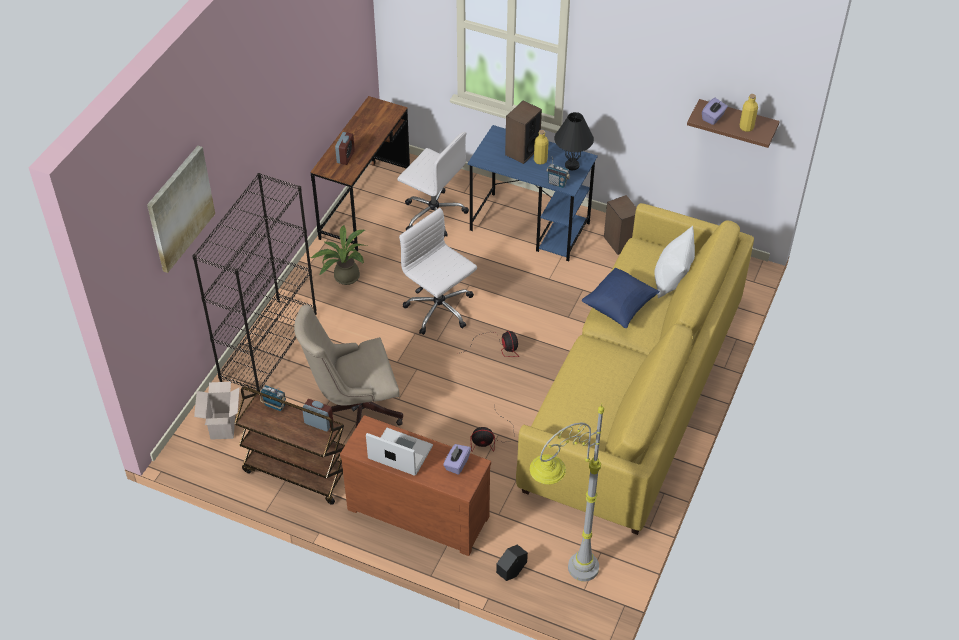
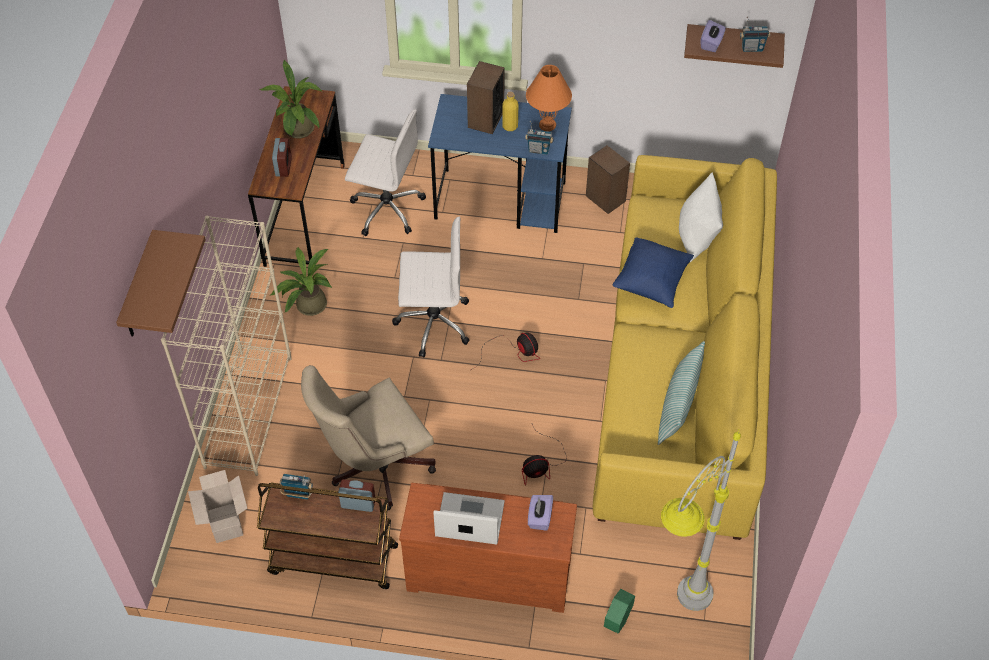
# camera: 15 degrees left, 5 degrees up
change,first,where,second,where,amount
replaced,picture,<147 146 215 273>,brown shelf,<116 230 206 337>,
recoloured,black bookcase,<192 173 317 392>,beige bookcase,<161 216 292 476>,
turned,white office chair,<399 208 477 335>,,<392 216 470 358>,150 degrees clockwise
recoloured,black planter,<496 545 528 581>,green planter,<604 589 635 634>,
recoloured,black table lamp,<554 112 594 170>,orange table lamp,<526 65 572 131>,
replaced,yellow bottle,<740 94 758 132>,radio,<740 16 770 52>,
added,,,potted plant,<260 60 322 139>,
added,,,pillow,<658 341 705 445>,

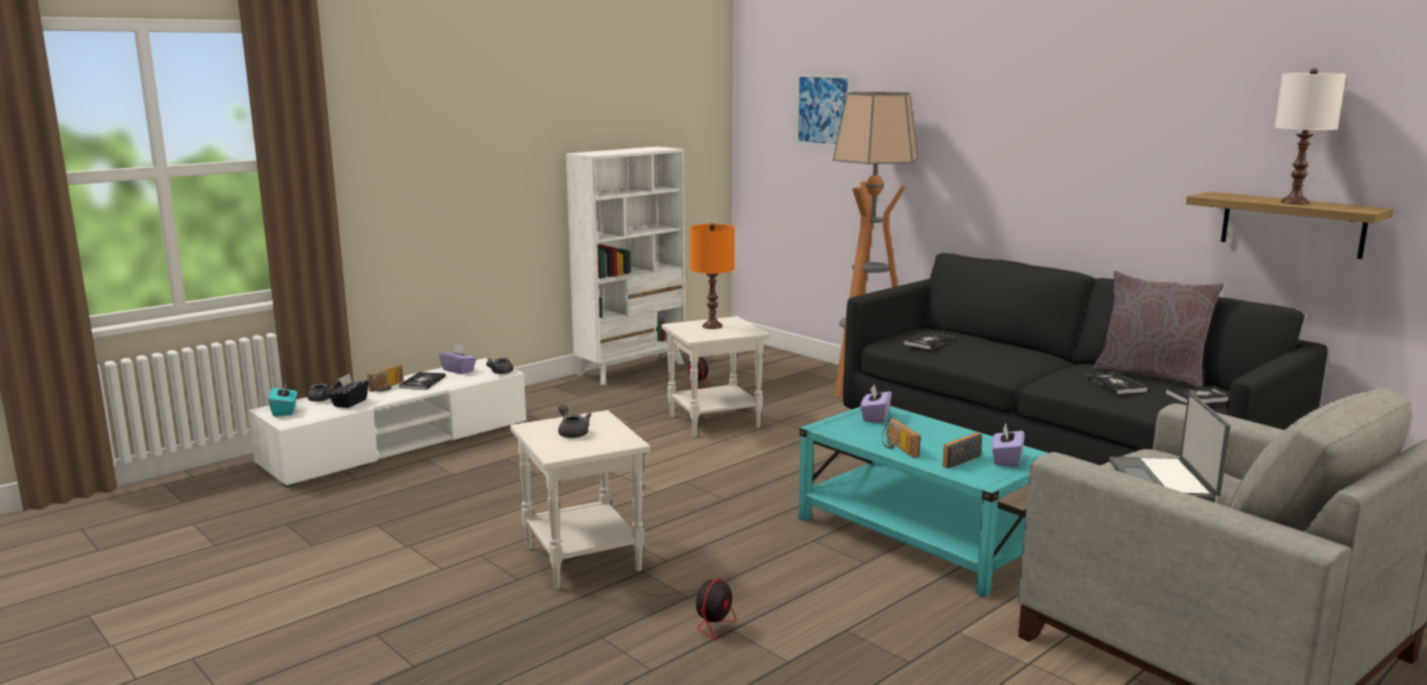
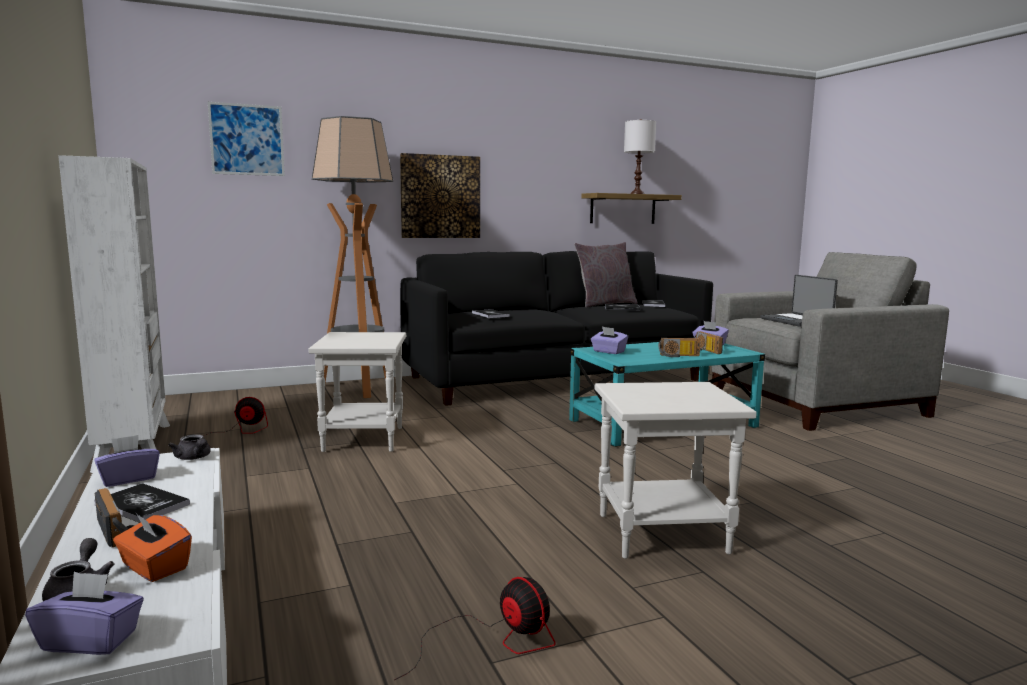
# camera: 70 degrees left, 5 degrees down
change,first,where,second,where,amount
recoloured,turquoise tissue box,<268 383 297 416>,purple tissue box,<25 572 144 655>,
recoloured,black tissue box,<328 374 369 408>,orange tissue box,<113 512 192 582>,
removed,grey teapot,<558 404 592 438>,,,
moved,fan,<642 578 736 640>,,<394 577 556 680>,
removed,orange table lamp,<690 223 735 329>,,,
turned,laptop,<1109 393 1230 502>,,<760 275 838 327>,45 degrees clockwise
added,,,picture,<400 153 480 238>,

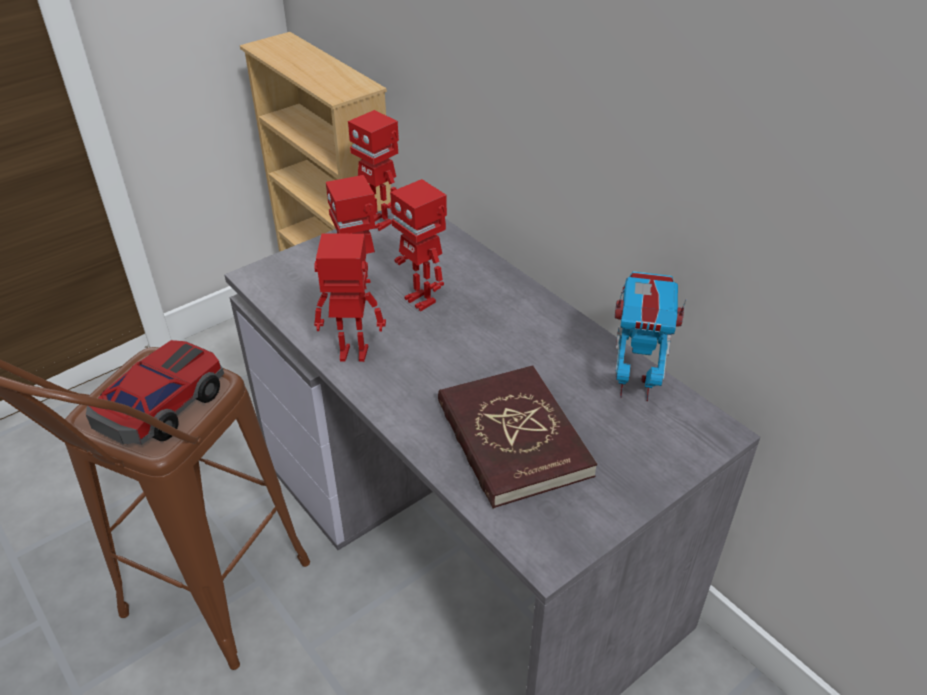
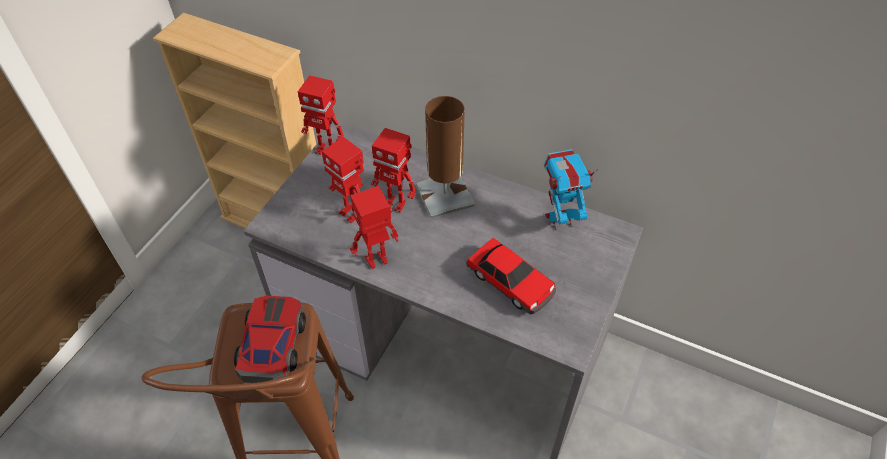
# camera: 25 degrees left, 10 degrees up
change,first,where,second,where,amount
replaced,red book,<438 365 597 509>,toy car,<466 238 556 314>,
added,,,brown table lamp,<416 96 475 218>,

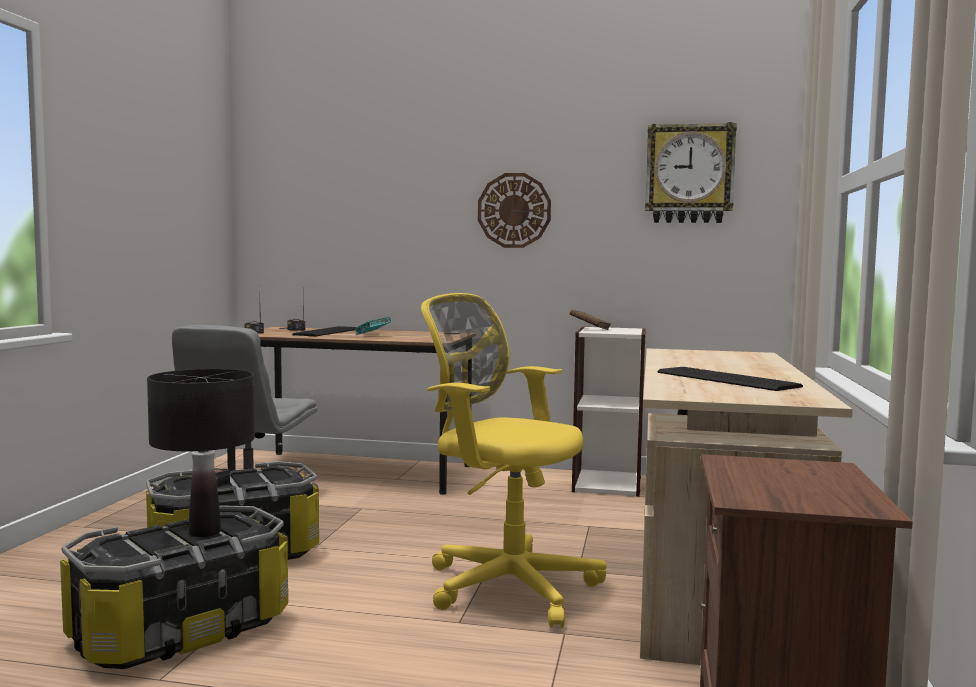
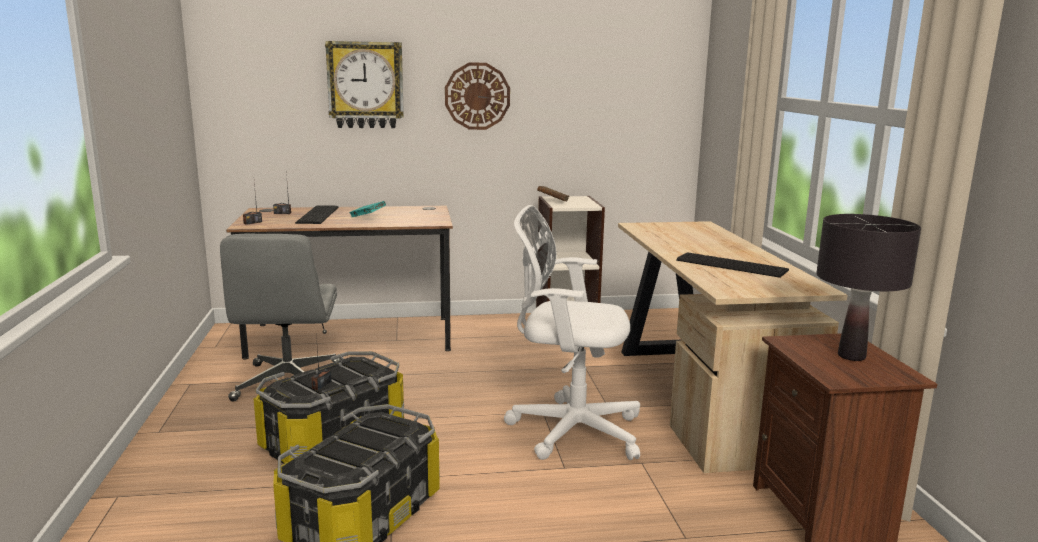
# camera: 20 degrees left, 10 degrees up
change,first,where,second,where,amount
moved,black table lamp,<147 369 255 537>,,<816 214 921 361>,
recoloured,yellow office chair,<421 293 607 628>,white office chair,<504 205 640 460>,
moved,wall clock,<645 122 737 223>,,<325 41 404 128>,

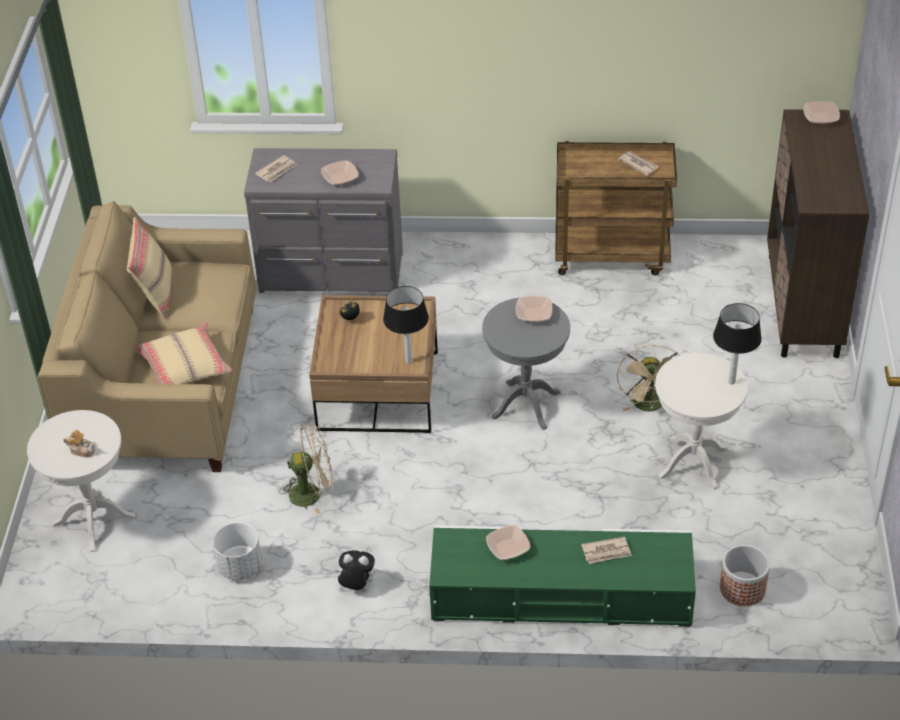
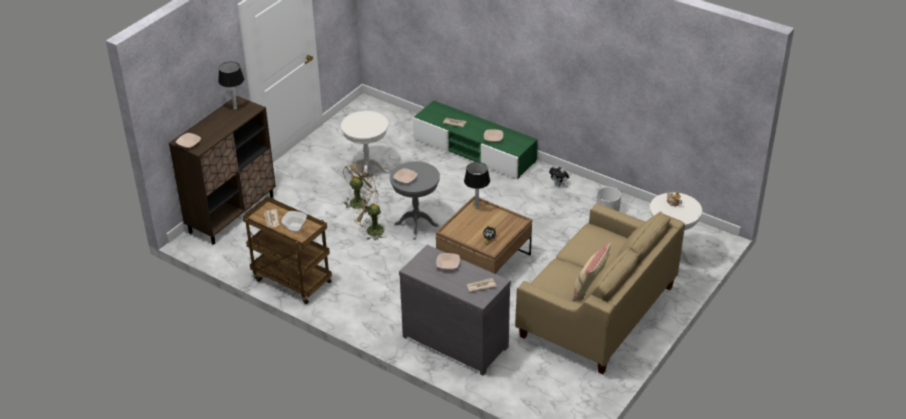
# camera: 150 degrees left, 5 degrees down
change,first,where,second,where,amount
removed,beige pillow,<133 322 233 384>,,,
moved,beige fan,<279 424 333 514>,,<354 188 387 240>,
moved,table lamp,<713 303 762 384>,,<218 62 244 109>,
removed,planter,<720 545 770 606>,,,
added,,,bowl,<281 211 307 232>,

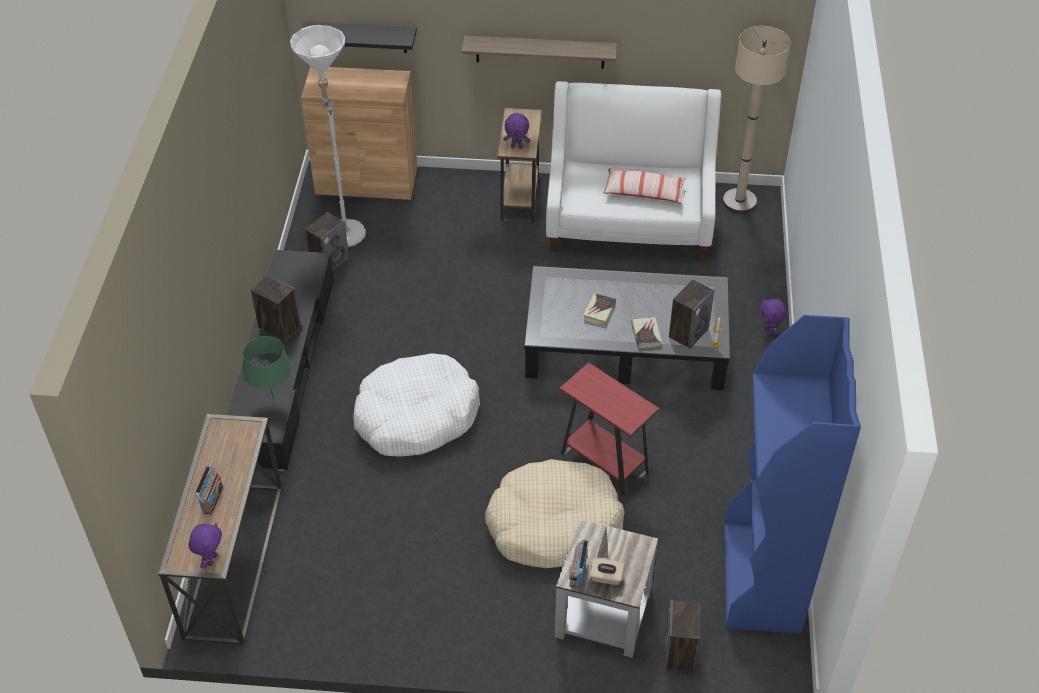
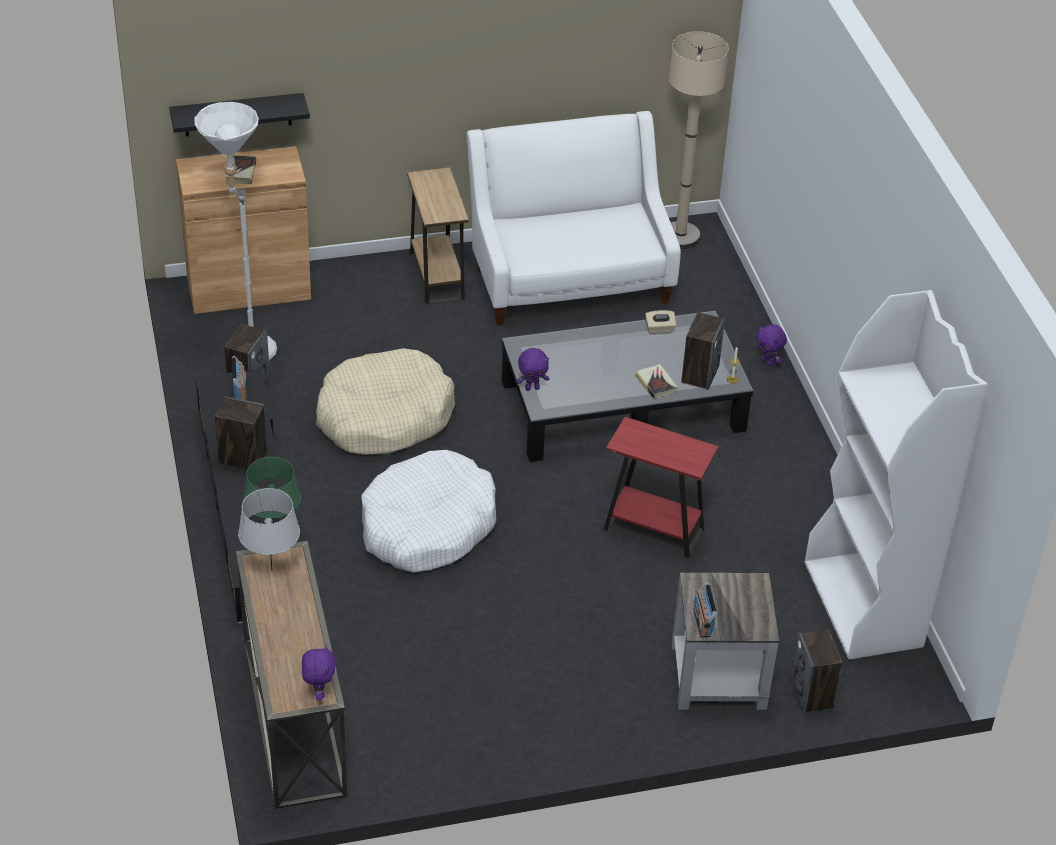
# camera: 20 degrees left, 5 degrees down
change,first,where,second,where,amount
moved,radio,<195 465 223 515>,,<232 356 247 400>,
removed,shelf,<461 36 617 69>,,,
moved,beige dog bed,<485 459 625 568>,,<316 348 455 455>,
moved,purple plush toy,<503 113 530 149>,,<516 348 549 391>,
moved,book,<583 293 616 326>,,<225 155 256 184>,
moved,beige tissue box,<590 558 624 585>,,<645 310 676 334>,
removed,pillow,<604 168 686 204>,,,
recoloured,blue bookcase,<724 315 861 634>,white bookcase,<804 290 988 660>,
added,,,grey table lamp,<238 488 300 571>,

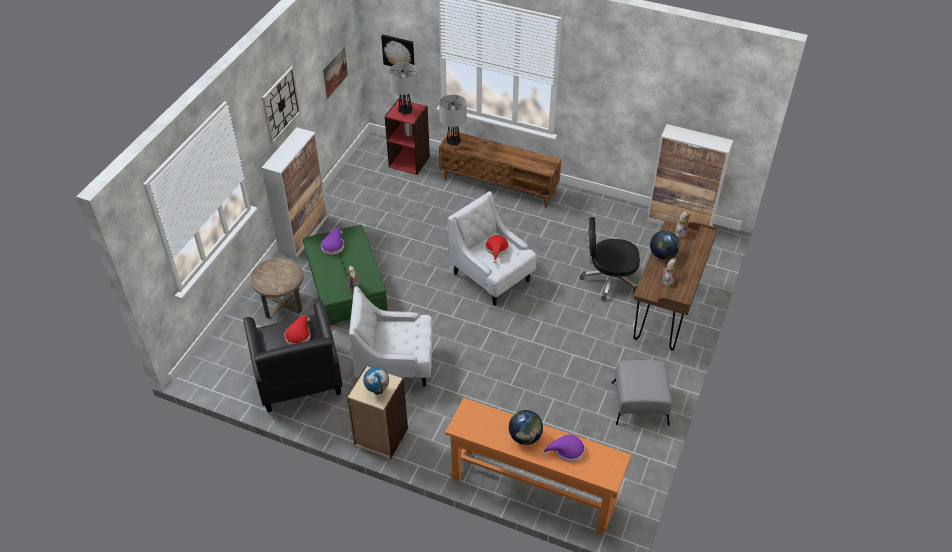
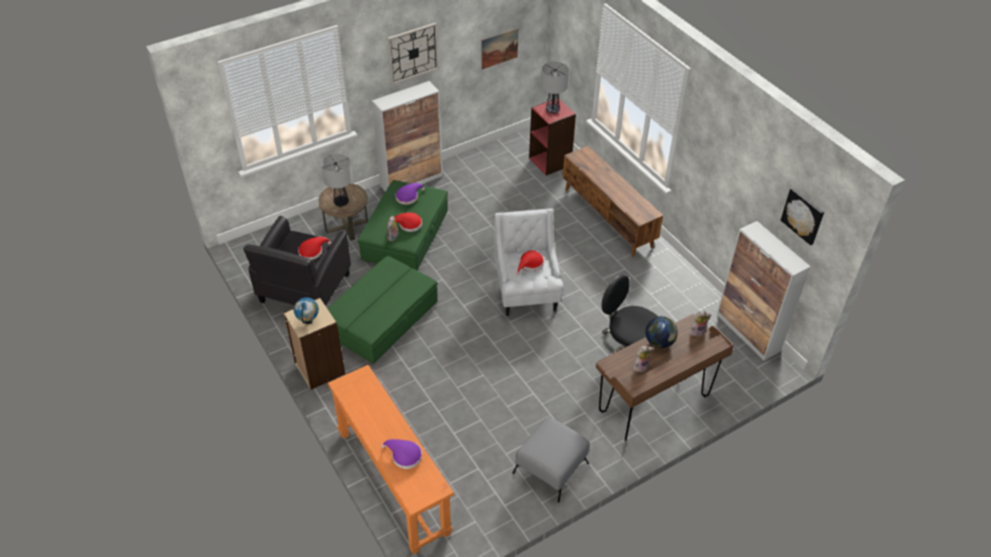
# camera: 35 degrees right, 0 degrees up
change,first,where,second,where,amount
replaced,white armchair,<349 287 433 387>,green ottoman,<327 256 438 364>,
moved,picture,<381 34 415 66>,,<781 188 824 245>,
moved,table lamp,<439 94 467 146>,,<321 153 353 207>,
removed,globe,<509 410 543 445>,,,
added,,,red hat,<394 212 422 232>,

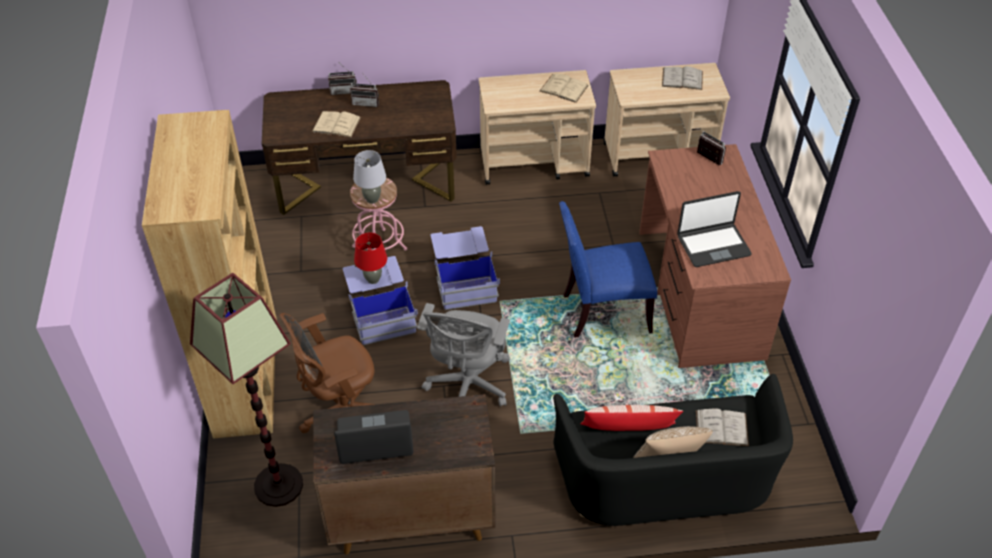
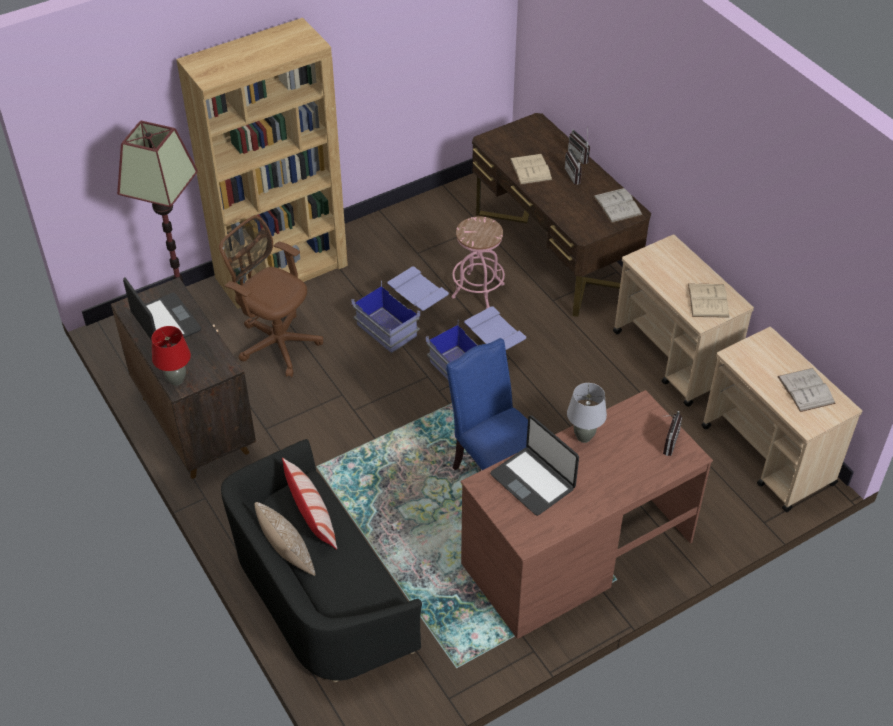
# camera: 65 degrees right, 0 degrees up
change,first,where,second,where,amount
moved,grey table lamp,<353 150 386 204>,,<567 383 607 443>,
moved,red table lamp,<354 233 387 284>,,<151 326 191 385>,
removed,grey office chair,<417 303 510 407>,,,
moved,white book,<696 408 749 446>,,<593 188 642 223>,

